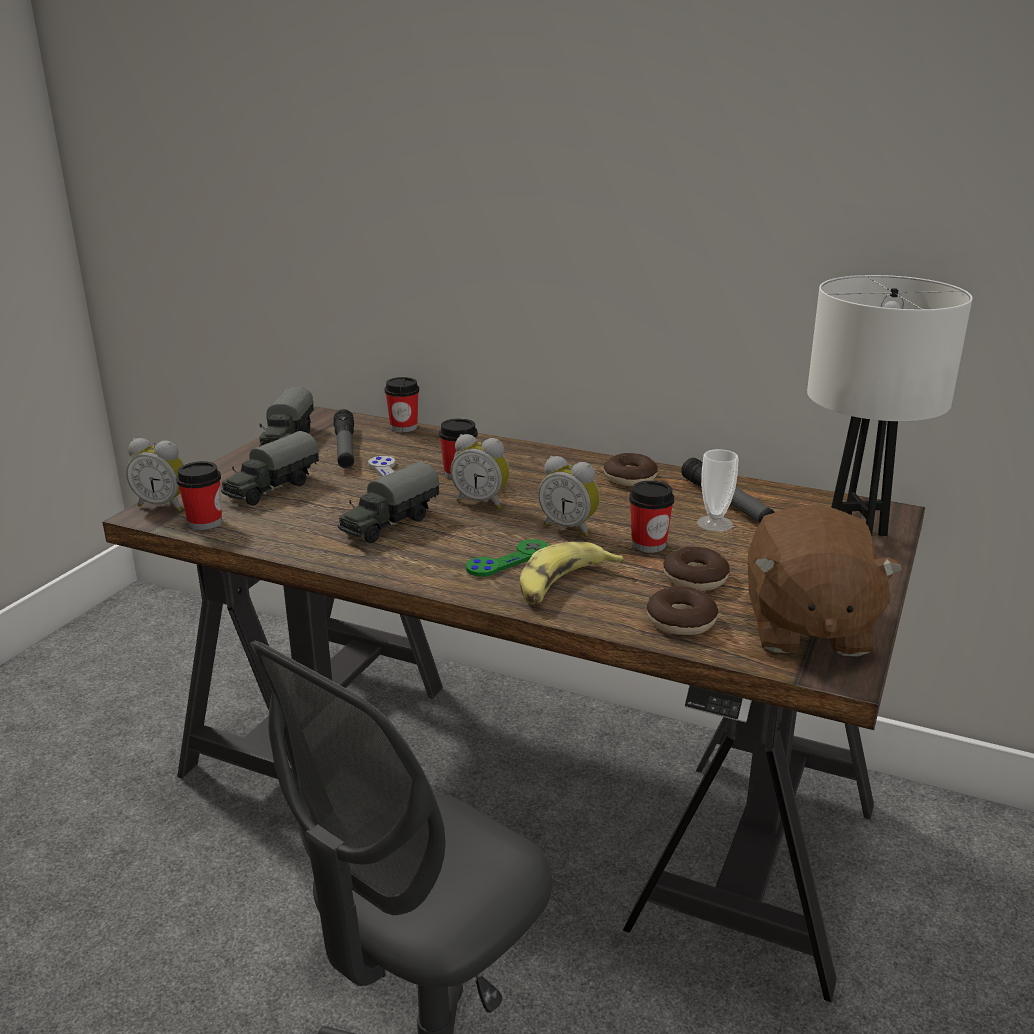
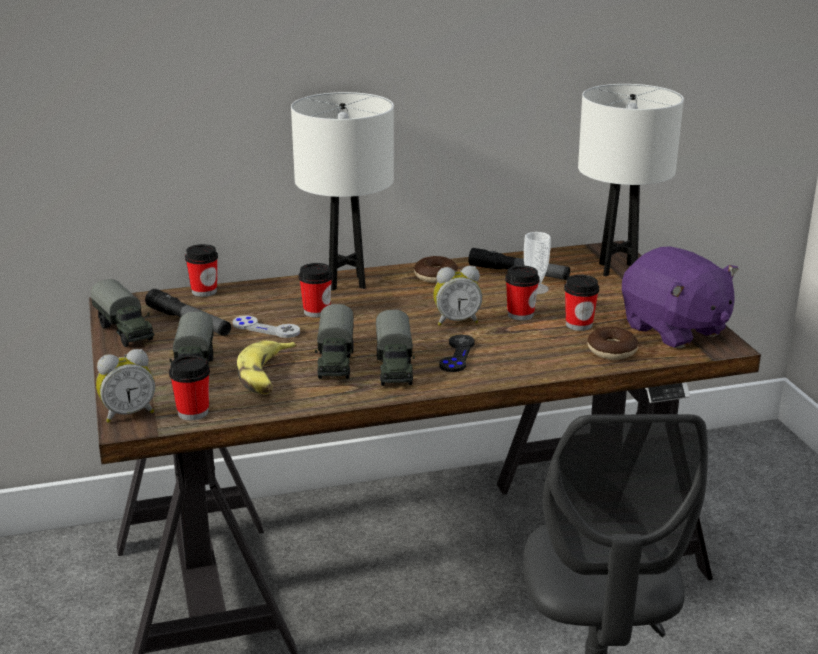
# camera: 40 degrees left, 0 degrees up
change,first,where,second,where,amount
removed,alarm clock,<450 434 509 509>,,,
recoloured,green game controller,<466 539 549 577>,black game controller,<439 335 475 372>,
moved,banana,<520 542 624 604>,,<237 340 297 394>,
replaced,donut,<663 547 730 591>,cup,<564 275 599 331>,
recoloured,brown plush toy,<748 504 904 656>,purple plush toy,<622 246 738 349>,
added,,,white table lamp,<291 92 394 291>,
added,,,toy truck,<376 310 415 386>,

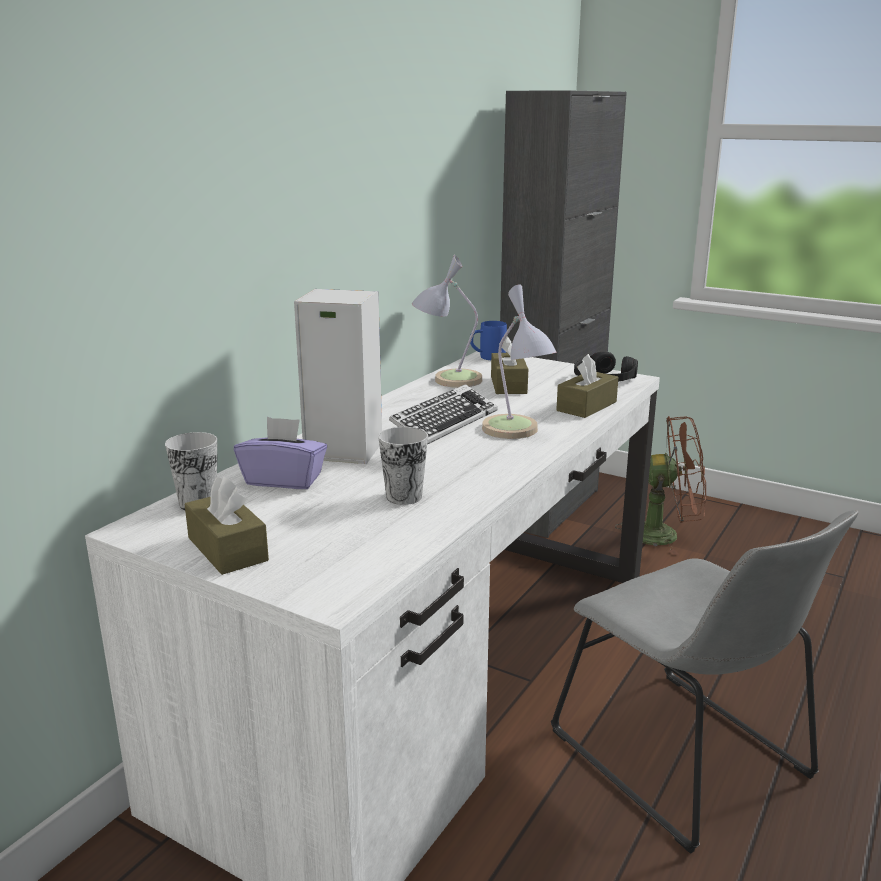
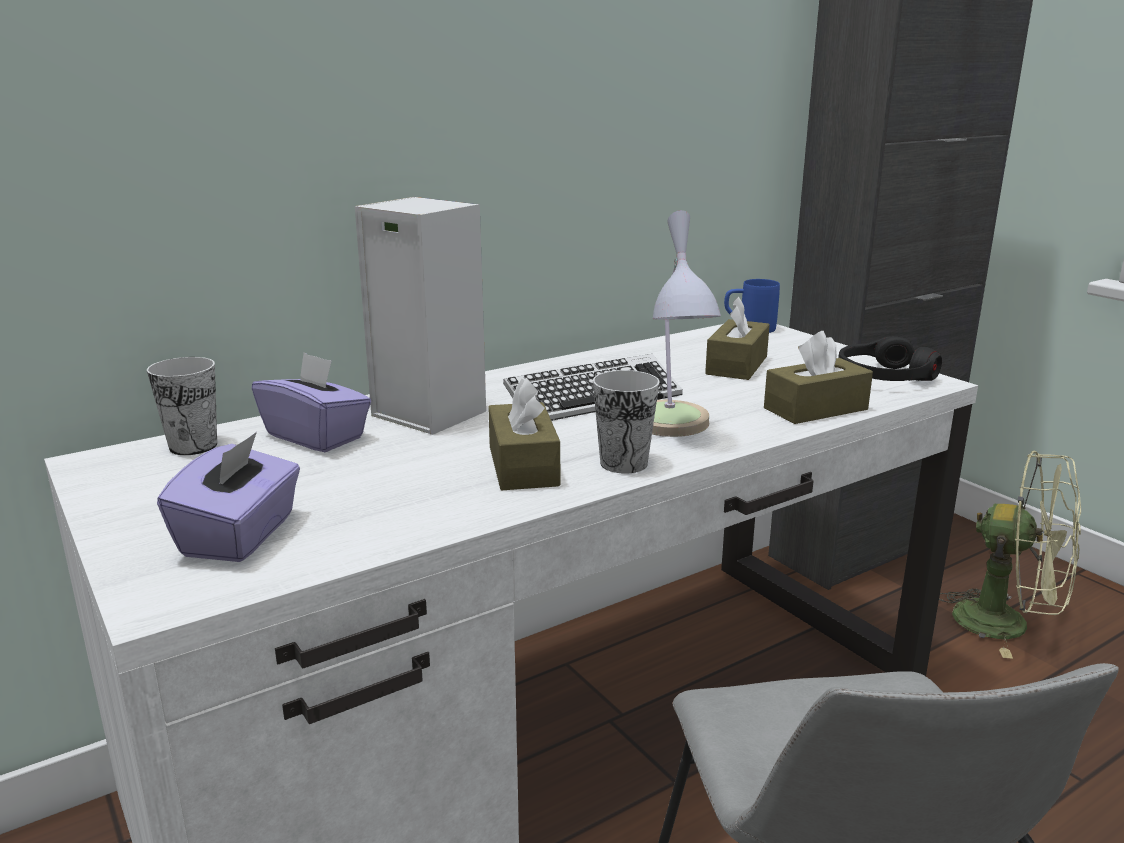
# camera: 25 degrees right, 0 degrees up
change,first,where,second,where,amount
moved,brown tissue box,<185 476 269 575>,,<488 377 560 490>,
moved,cup,<378 427 428 505>,,<593 370 660 474>,
removed,table lamp,<412 255 482 388>,,,
recoloured,brown fan,<615 416 706 555>,green fan,<939 450 1081 659>,
added,,,purple tissue box,<157 432 300 562>,

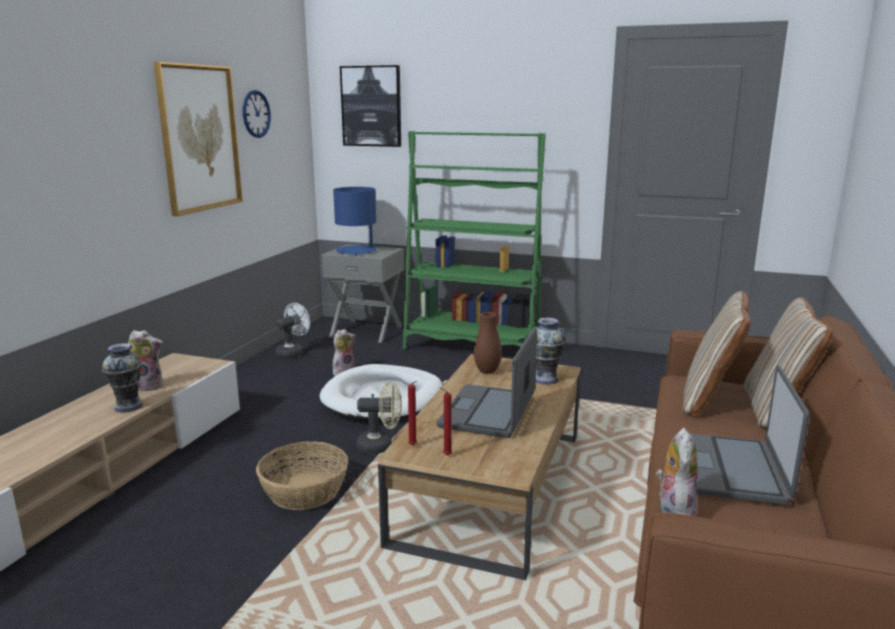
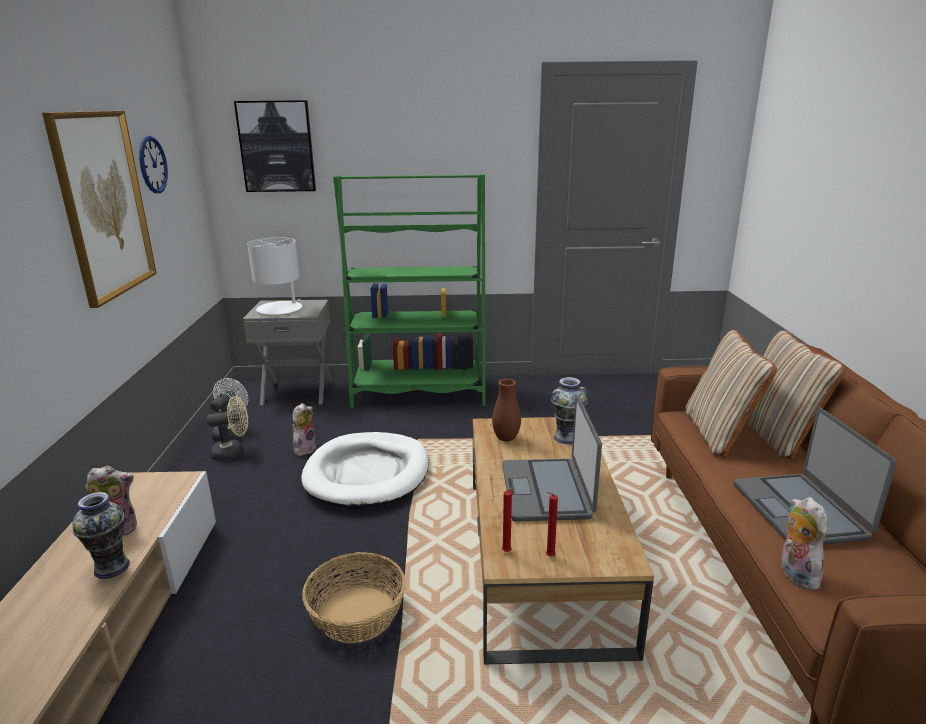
# camera: 20 degrees left, 5 degrees up
change,first,where,second,where,amount
recoloured,blue table lamp,<333 187 378 256>,white table lamp,<247 237 302 316>,
moved,beige fan,<357 381 402 454>,,<207 396 248 461>,

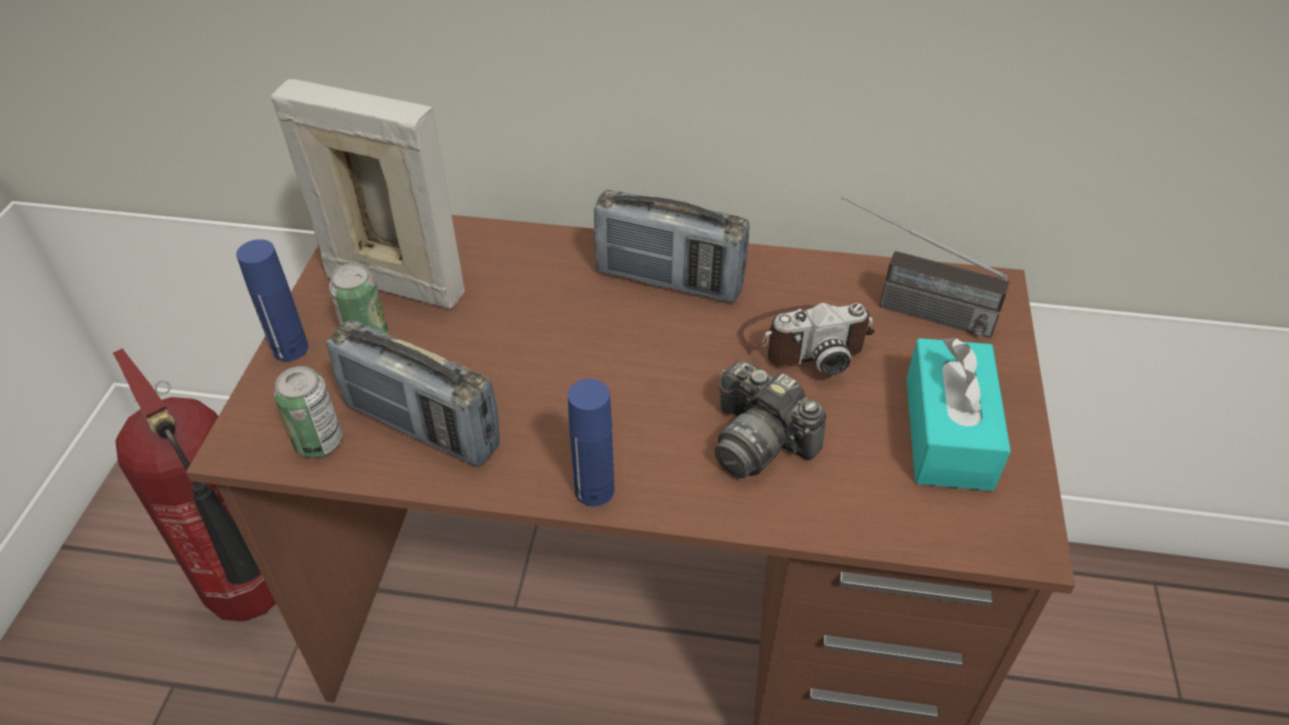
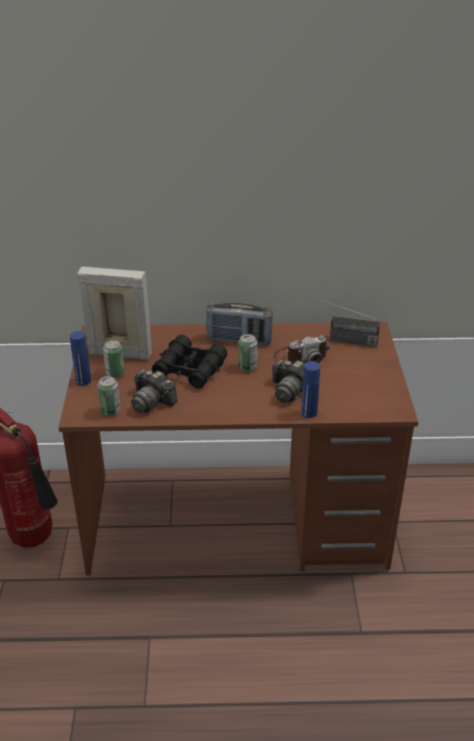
# camera: 10 degrees left, 10 degrees down
change,first,where,second,where,amount
replaced,radio,<326 320 500 466>,photo camera,<131 369 178 413>,
moved,blue bottle,<568 379 614 506>,,<301 361 320 418>,
removed,turquoise tissue box,<906 337 1011 491>,,,
added,,,black binoculars,<152 335 227 388>,
added,,,can,<238 334 257 372>,

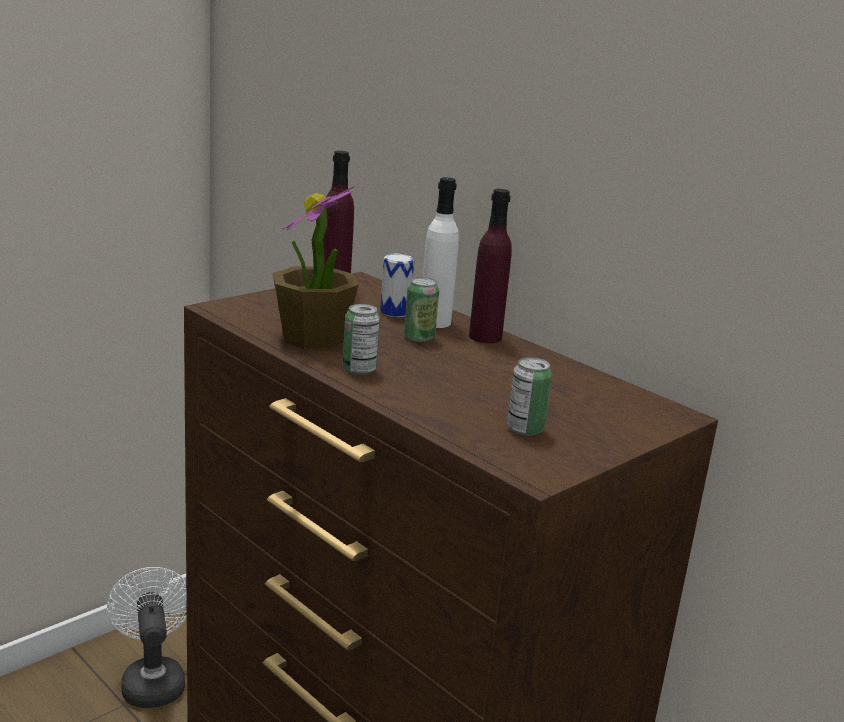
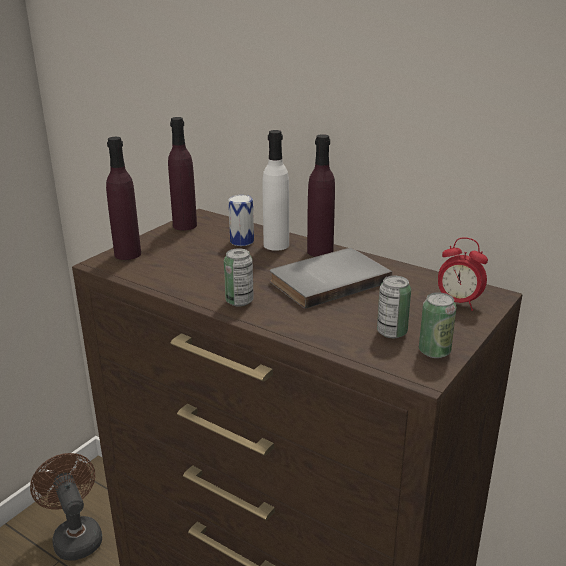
# camera: 10 degrees left, 5 degrees up
change,first,where,second,where,amount
recoloured,white fan,<107 567 187 708>,brown fan,<30 453 102 560>,
removed,potted plant,<273 186 359 349>,,,
moved,can,<404 277 439 342>,,<419 292 456 358>,
added,,,purple bottle,<106 137 141 260>,
added,,,grey book,<270 248 392 309>,
added,,,alarm clock,<438 237 488 311>,

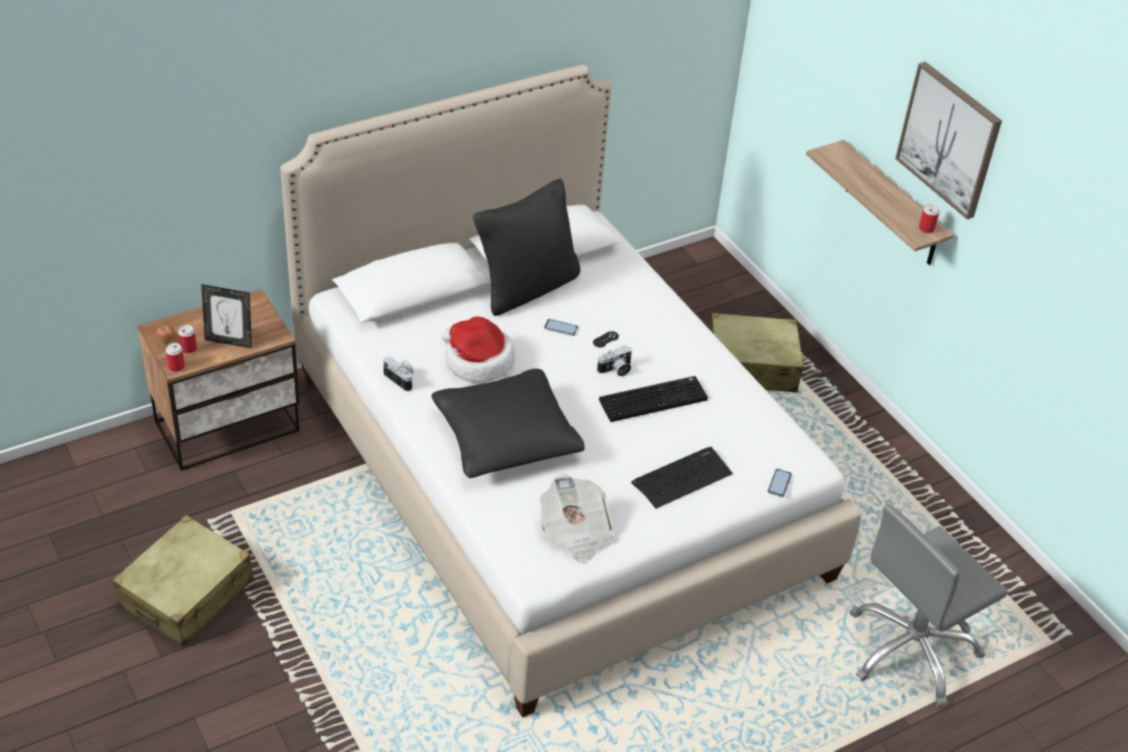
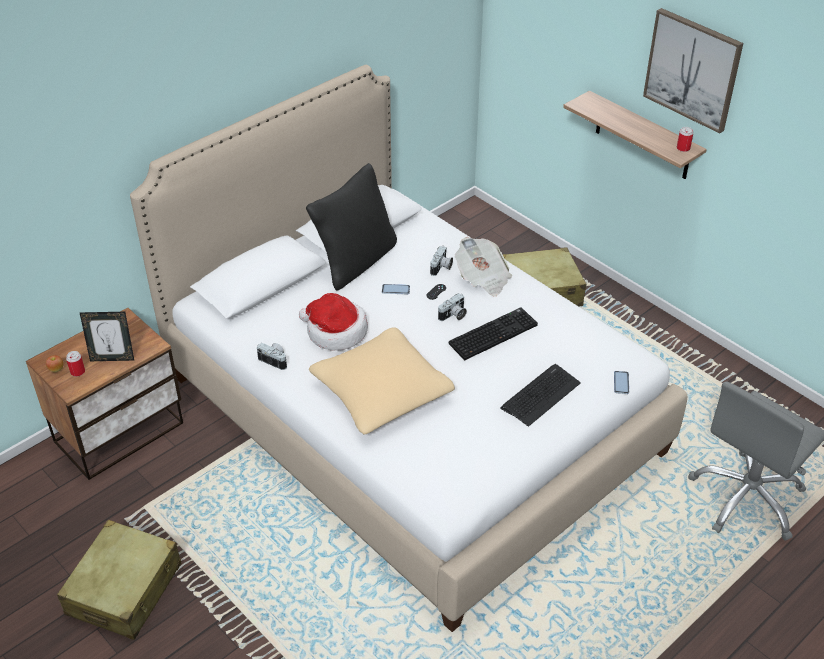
# camera: 10 degrees left, 0 degrees up
change,first,where,second,where,amount
removed,can,<166 343 185 372>,,,
recoloured,black pillow,<431 369 585 478>,beige pillow,<309 327 455 435>,
moved,newspaper,<540 474 614 563>,,<455 237 512 296>,
added,,,photo camera,<430 246 453 276>,

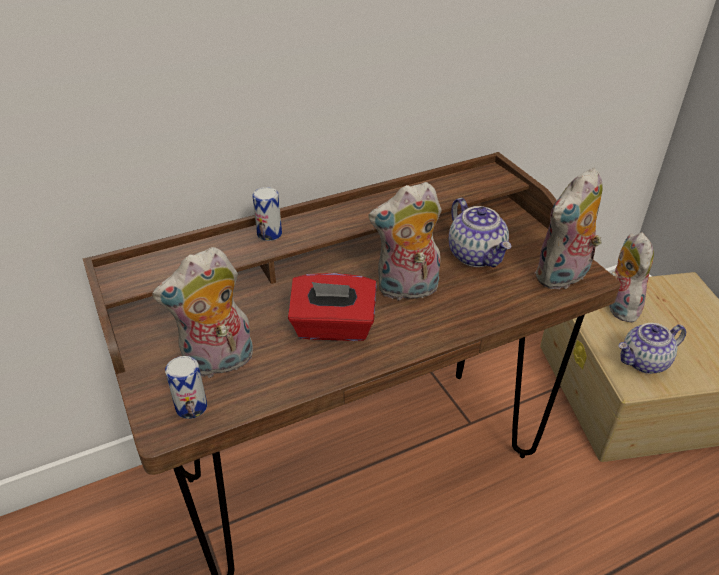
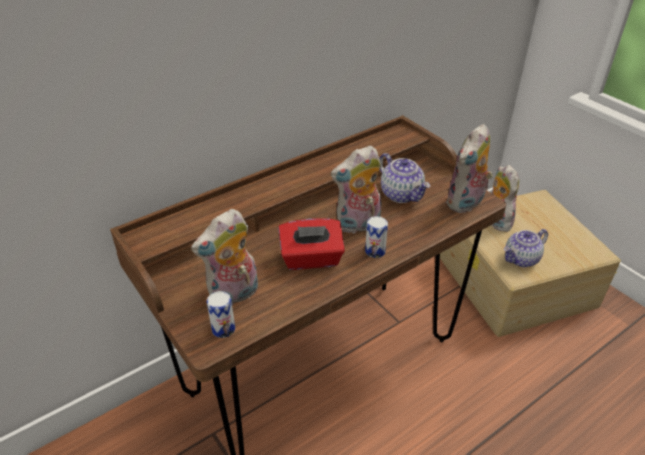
# camera: 10 degrees left, 0 degrees up
change,first,where,second,where,amount
moved,can,<252 187 282 241>,,<365 216 388 258>,

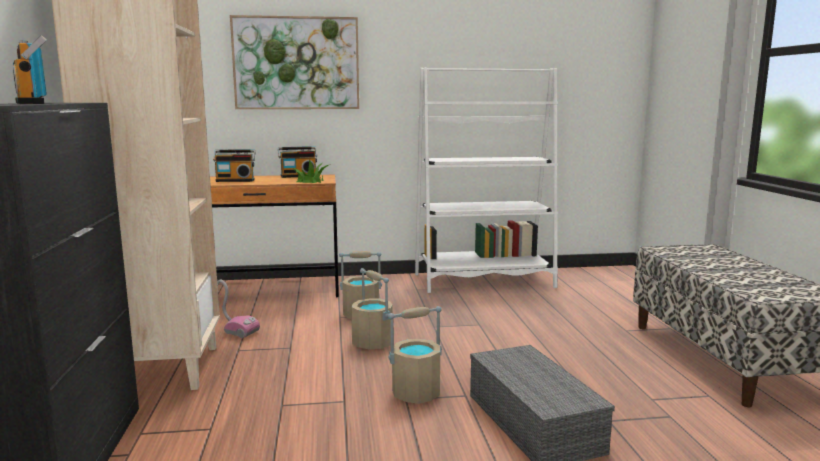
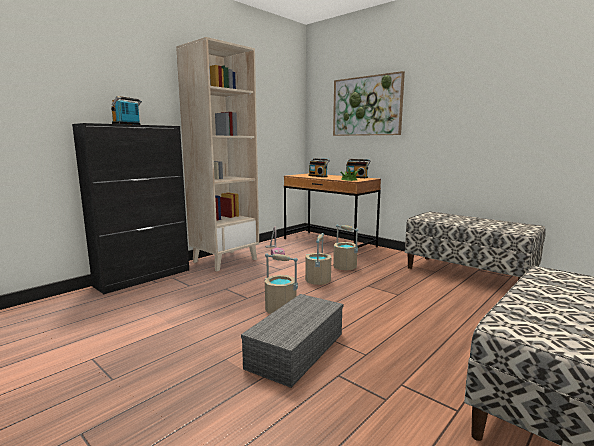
# camera: 50 degrees right, 0 degrees up
change,first,where,second,where,amount
replaced,white bookcase,<415 68 558 293>,bench,<405 211 546 280>,

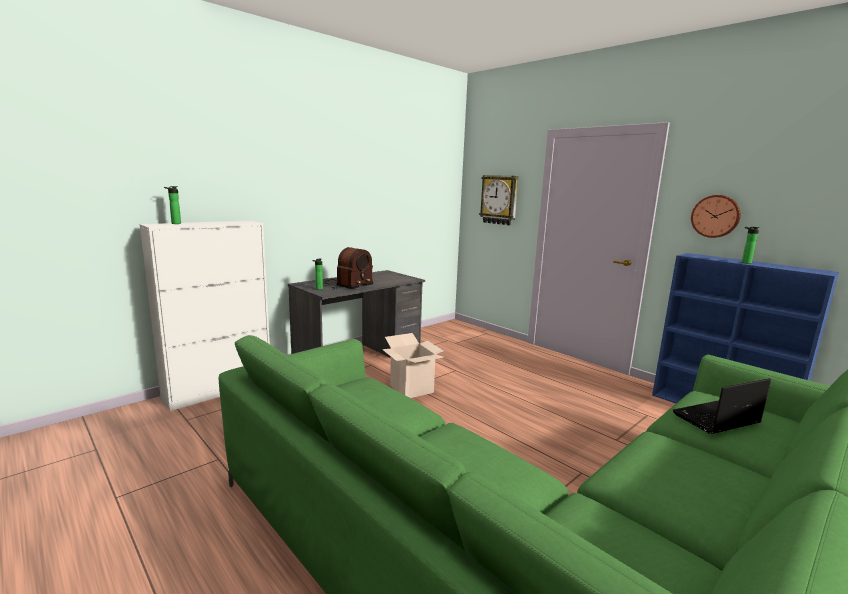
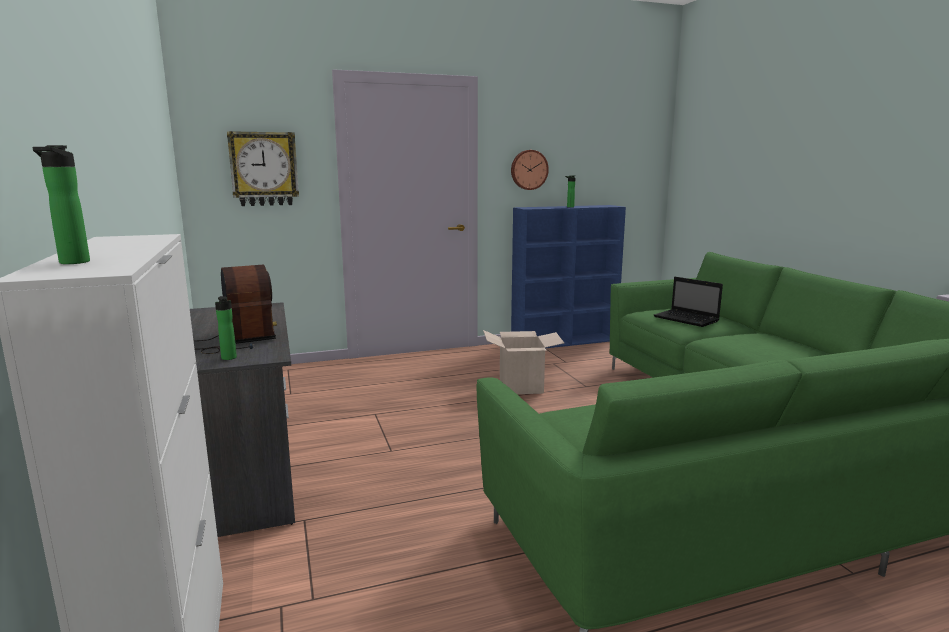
# camera: 65 degrees left, 0 degrees up
change,first,where,second,where,amount
moved,cardboard box,<382 333 443 398>,,<483 330 564 394>,
turned,laptop,<672 378 771 434>,,<654 277 723 327>,45 degrees counterclockwise

